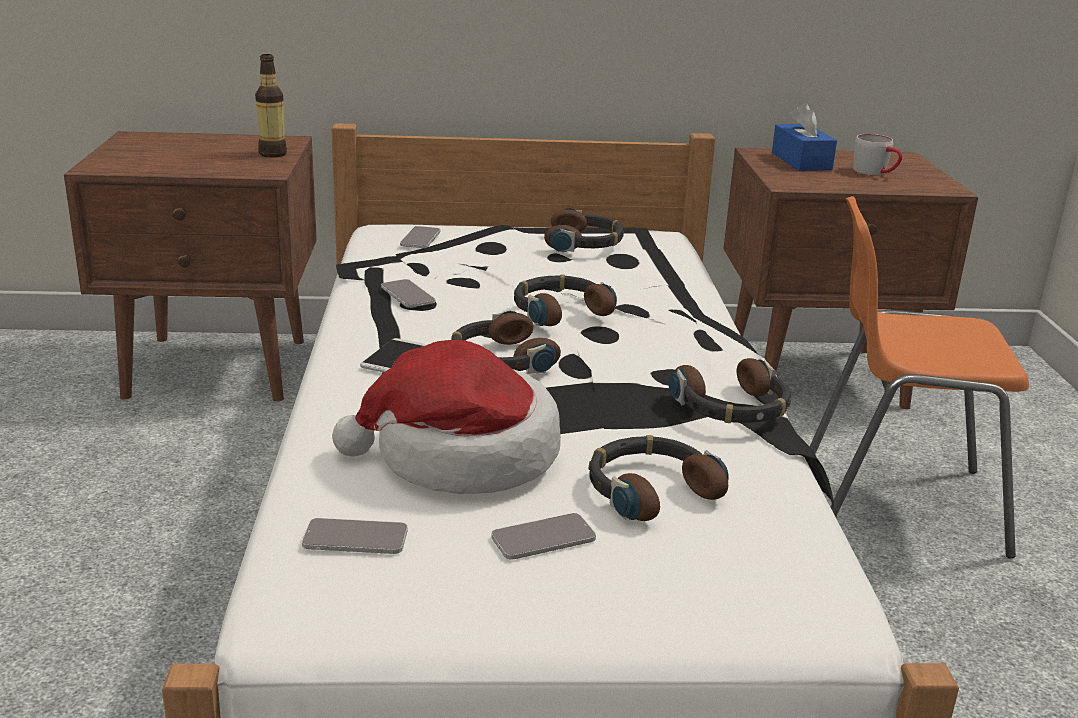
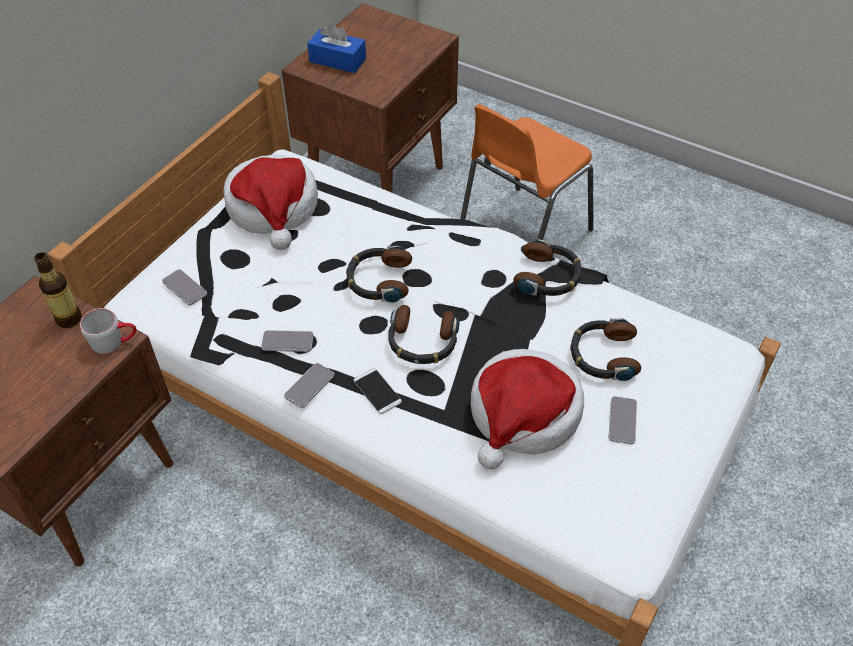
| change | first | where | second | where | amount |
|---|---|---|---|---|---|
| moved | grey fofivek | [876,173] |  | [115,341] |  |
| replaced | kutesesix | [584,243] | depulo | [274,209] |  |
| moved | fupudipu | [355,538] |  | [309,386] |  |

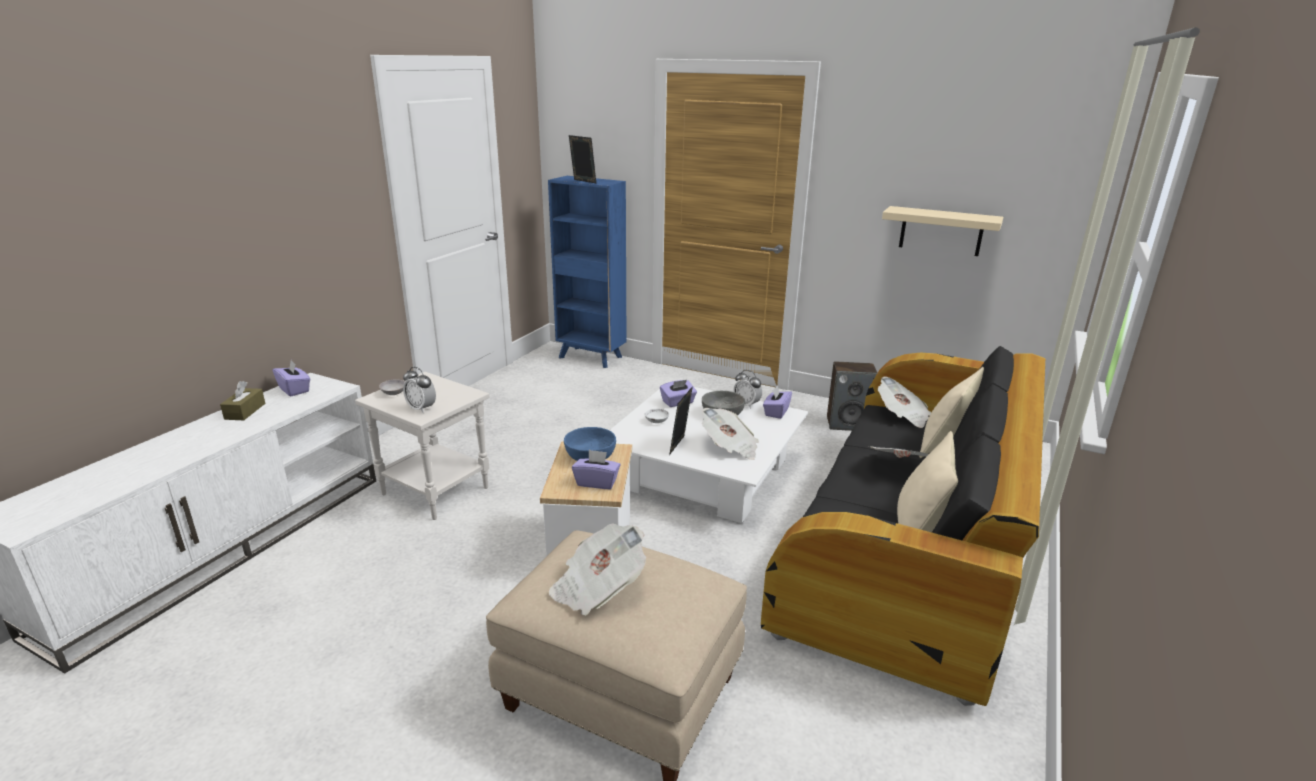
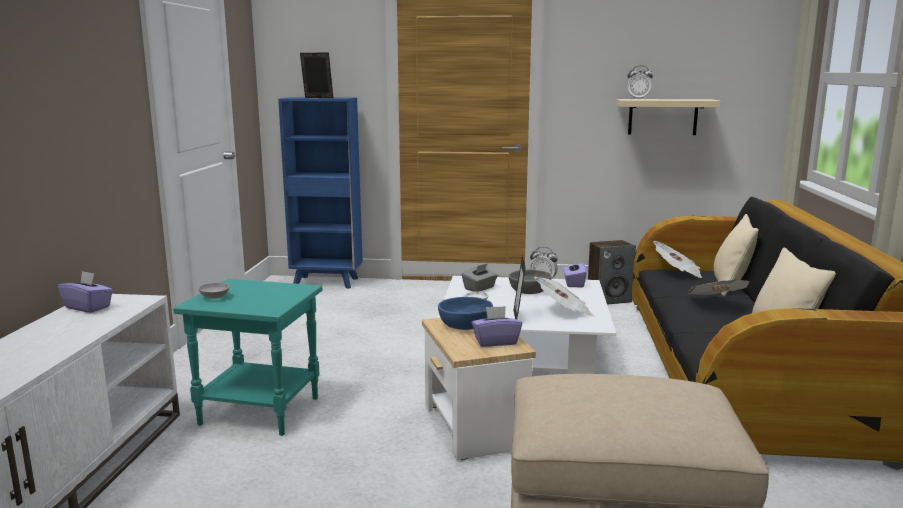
| change | first | where | second | where | amount |
|---|---|---|---|---|---|
| recoloured | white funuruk | [437,490] | turquoise funuruk | [262,410] |  |
| recoloured | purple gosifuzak | [678,402] | grey gosifuzak | [479,288] |  |
| moved | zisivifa | [421,408] |  | [638,99] |  |
| removed | brown gosifuzak | [245,411] |  |  |  |
| removed | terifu | [597,588] |  |  |  |

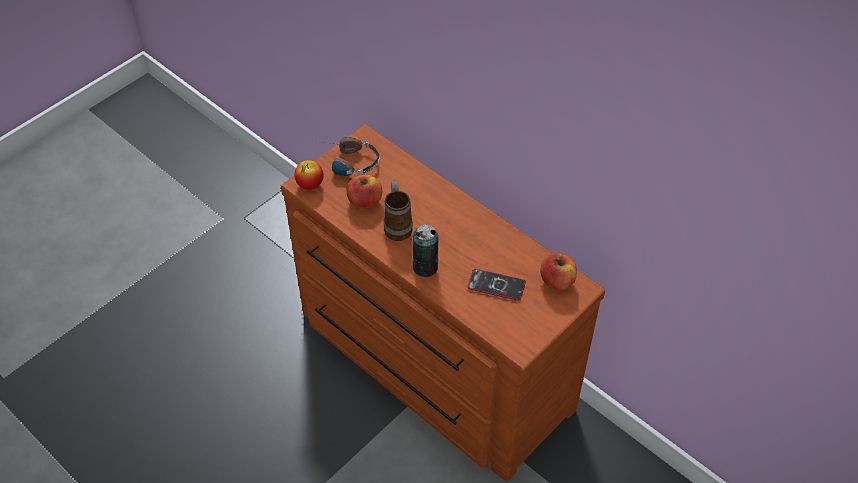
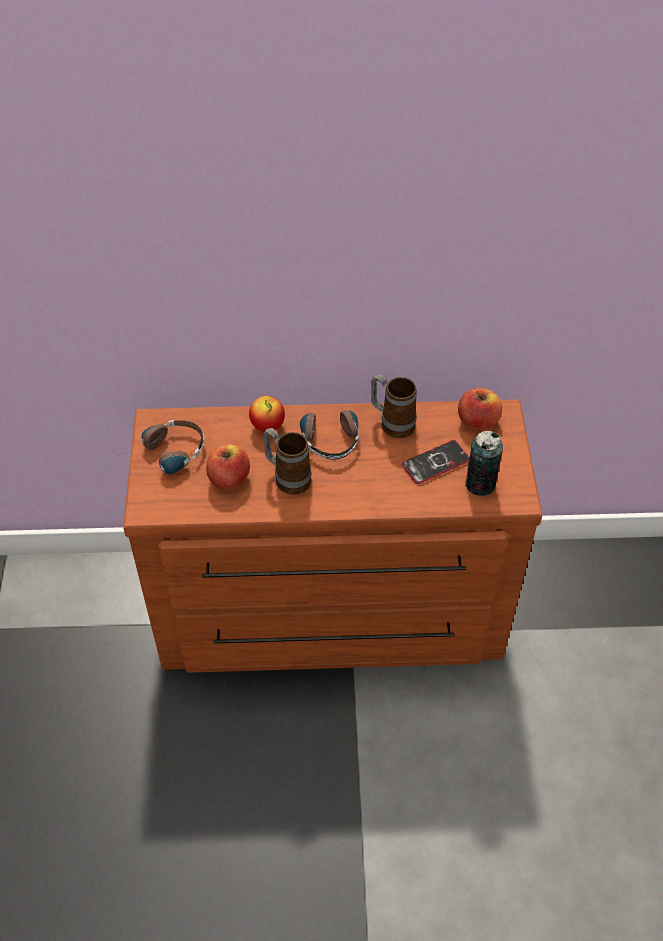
| change | first | where | second | where | amount |
|---|---|---|---|---|---|
| moved | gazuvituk | [310,185] |  | [267,426] |  |
| added |  |  | kutesesix | [329,433] |  |
| added |  |  | fofivek | [392,423] |  |
| moved | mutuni | [425,267] |  | [480,484] |  |

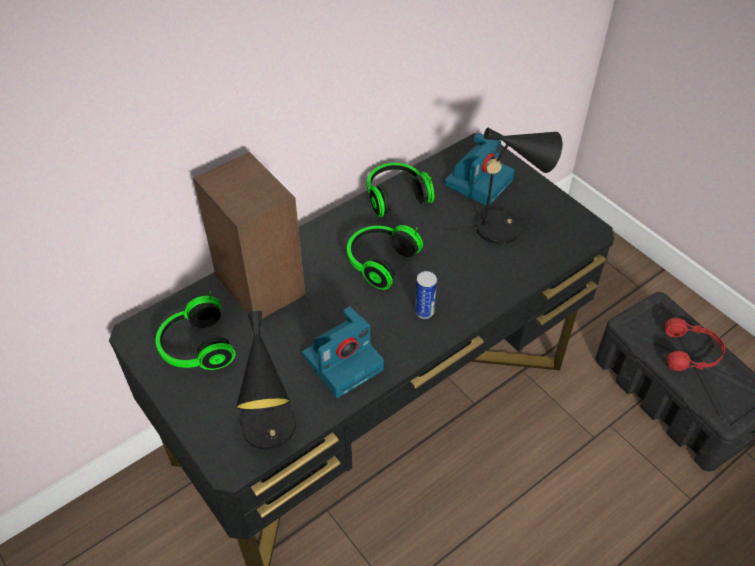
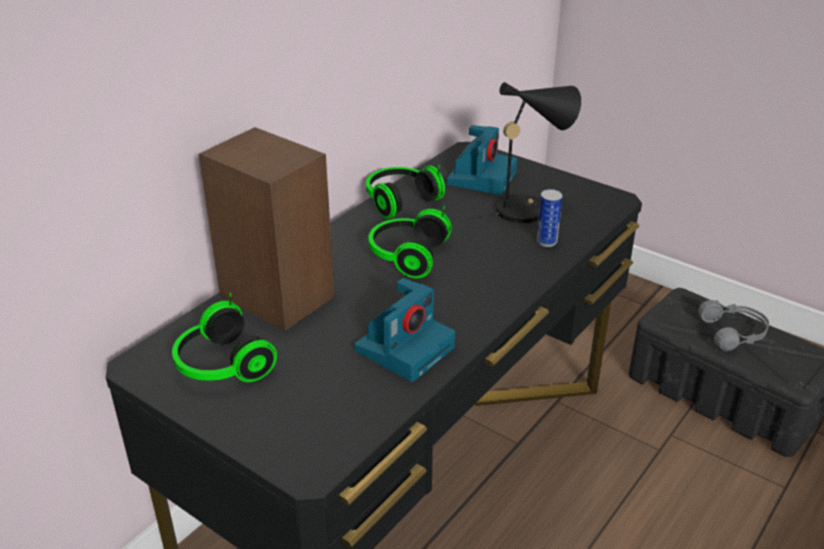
| change | first | where | second | where | amount |
|---|---|---|---|---|---|
| moved | mutuni | [424,311] |  | [546,242] |  |
| recoloured | red kutesesix | [691,352] | grey kutesesix | [734,333] |  |
| removed | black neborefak | [271,433] |  |  |  |

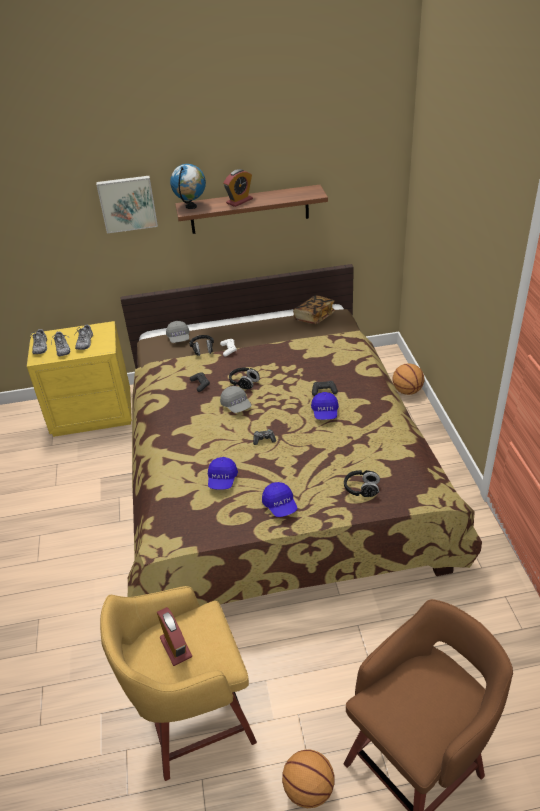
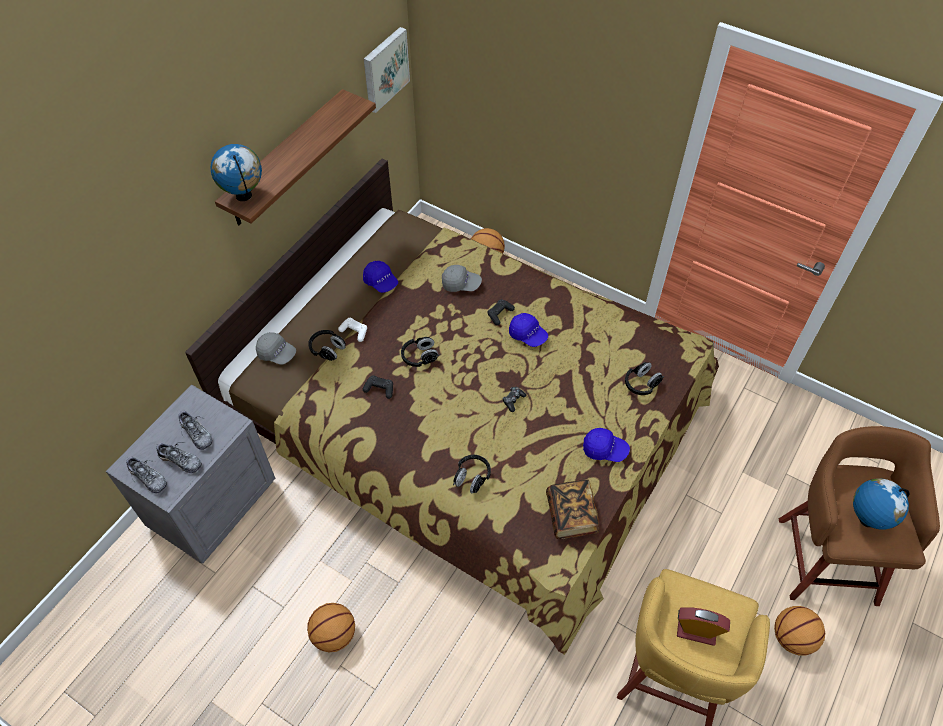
| change | first | where | second | where | amount |
|---|---|---|---|---|---|
| recoloured | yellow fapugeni | [92,413] | grey fapugeni | [211,503] |  |
| added |  |  | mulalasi | [334,634] |  |
| moved | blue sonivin | [222,480] |  | [381,282] |  |
| moved | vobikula | [127,203] |  | [384,69] |  |
| moved | grey sonivin | [236,405] |  | [461,284] |  |
| added |  |  | black kutesesix | [472,477] |  |
| moved | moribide | [314,317] |  | [571,515] |  |
| added |  |  | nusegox | [866,519] |  |
| removed | zisivifa | [239,201] |  |  |  |

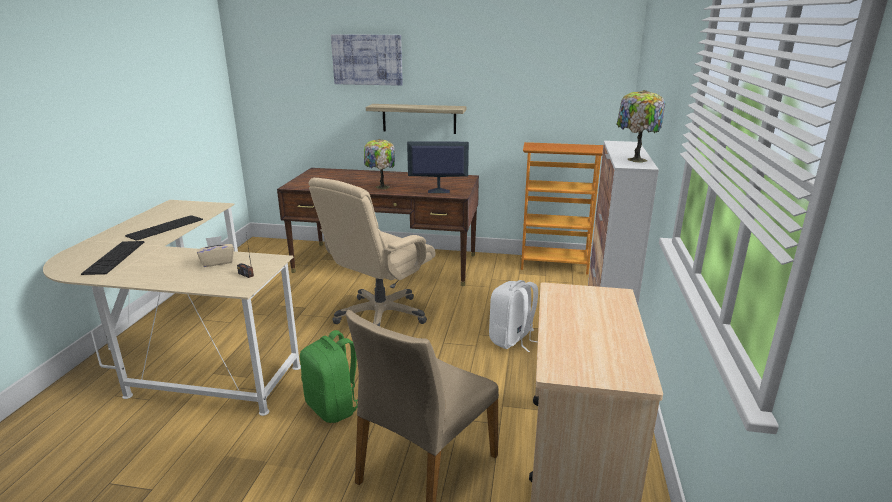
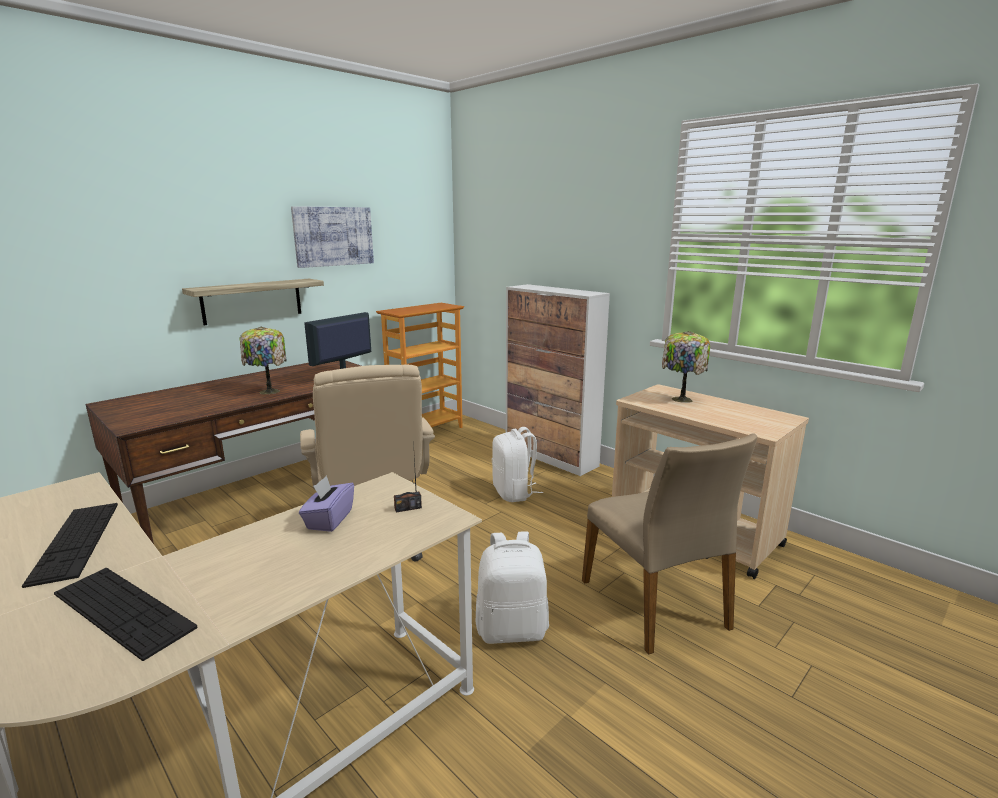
| change | first | where | second | where | amount |
|---|---|---|---|---|---|
| moved | vobikula | [367,59] |  | [333,236] |  |
| recoloured | beige gosifuzak | [217,262] | purple gosifuzak | [329,520] |  |
| recoloured | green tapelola | [334,407] | white tapelola | [512,629] |  |
| moved | neborefak | [635,159] |  | [680,399] |  |

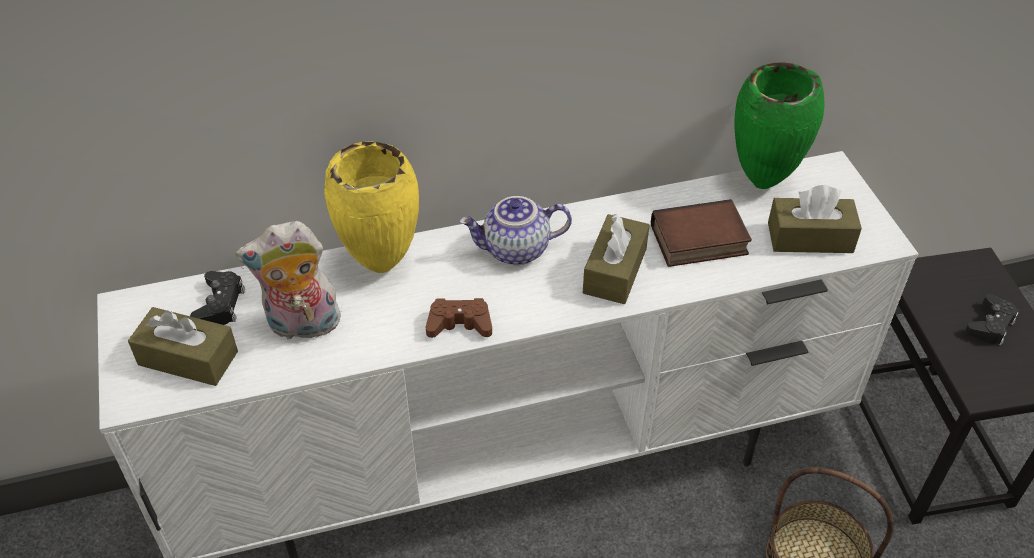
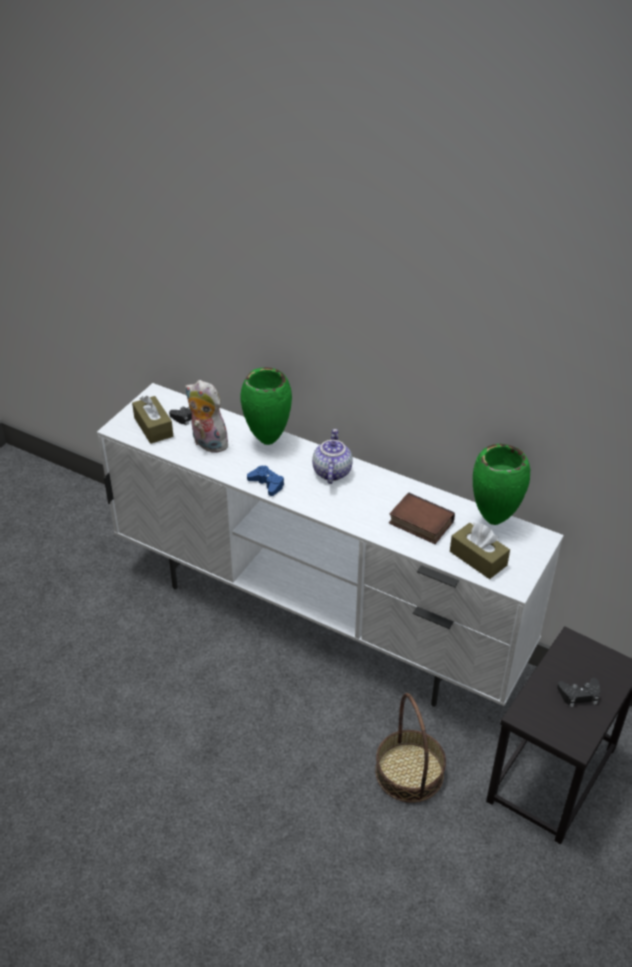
| change | first | where | second | where | amount |
|---|---|---|---|---|---|
| recoloured | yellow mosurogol | [380,267] | green mosurogol | [266,441] |  |
| recoloured | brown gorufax | [459,324] | blue gorufax | [267,484] |  |
| turned | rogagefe | [515,250] |  | [331,472] | 60 degrees clockwise |
| removed | brown gosifuzak | [615,271] |  |  |  |

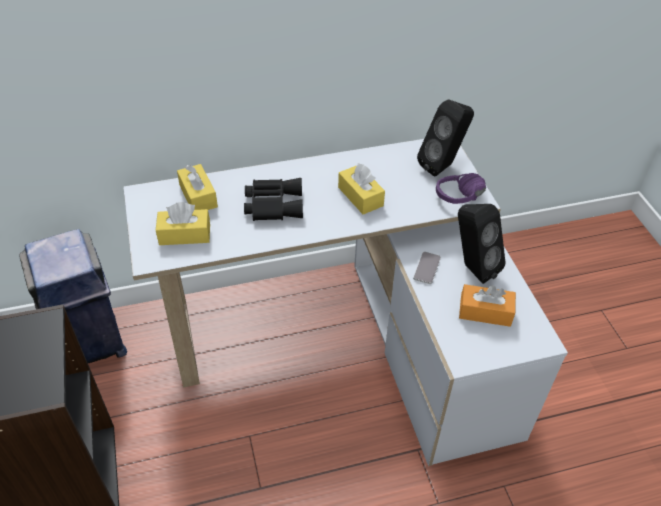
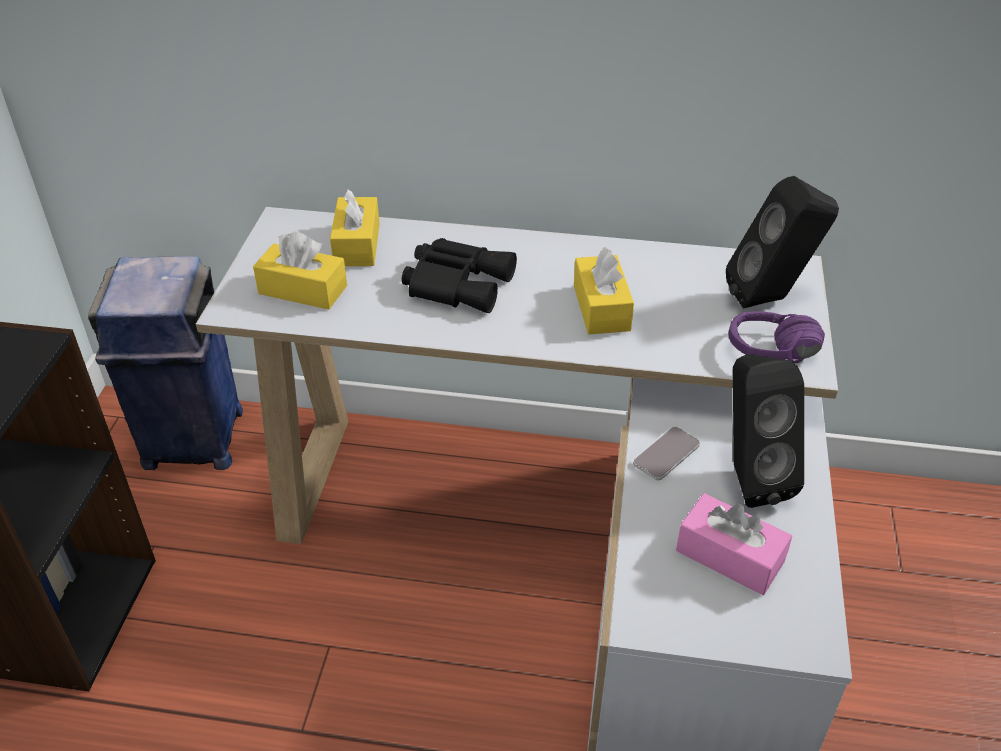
| change | first | where | second | where | amount |
|---|---|---|---|---|---|
| recoloured | orange gosifuzak | [485,312] | pink gosifuzak | [729,556] |  |

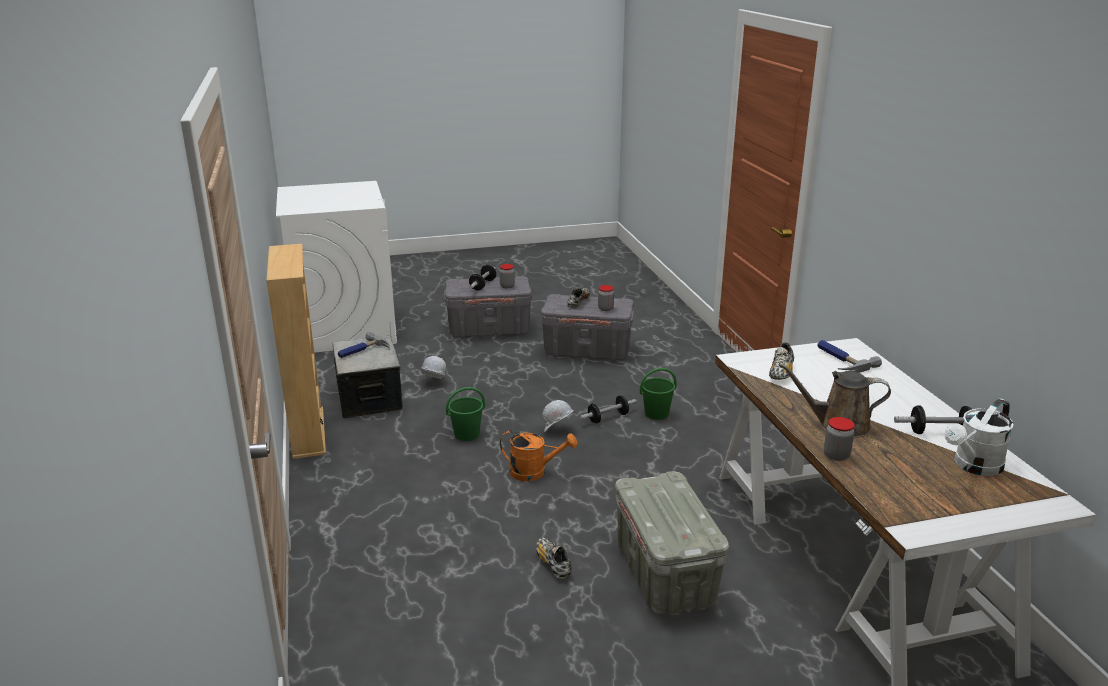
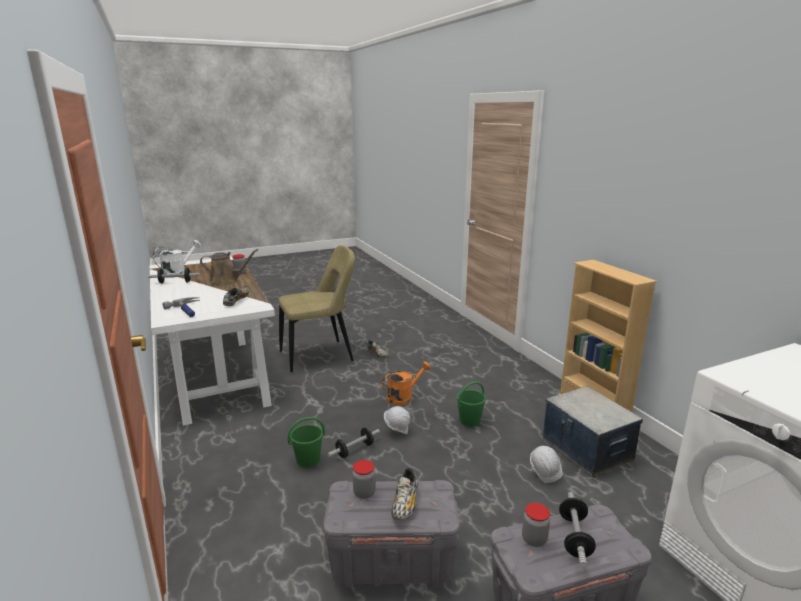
| change | first | where | second | where | amount |
|---|---|---|---|---|---|
| replaced | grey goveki | [664,573] | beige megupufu | [320,355] |  |
| turned | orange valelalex | [534,472] |  | [403,397] | 150 degrees clockwise |
| removed | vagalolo | [362,351] |  |  |  |

